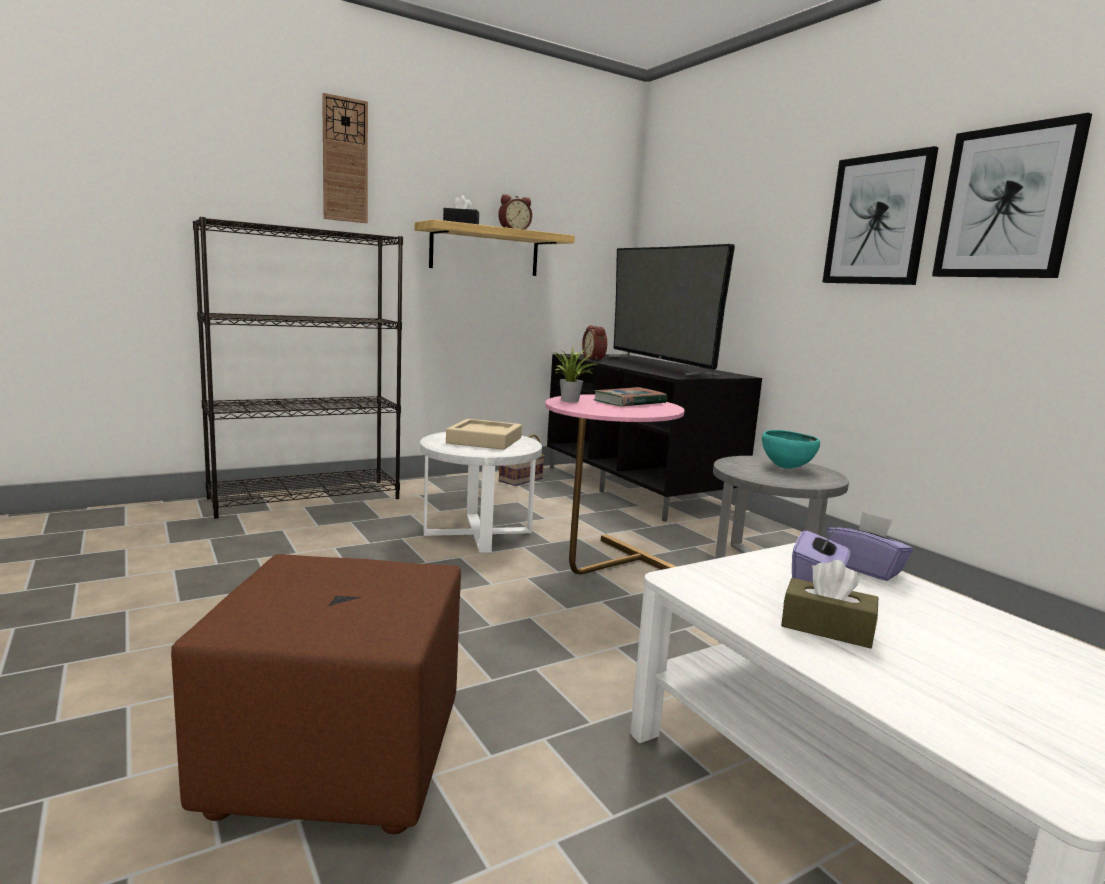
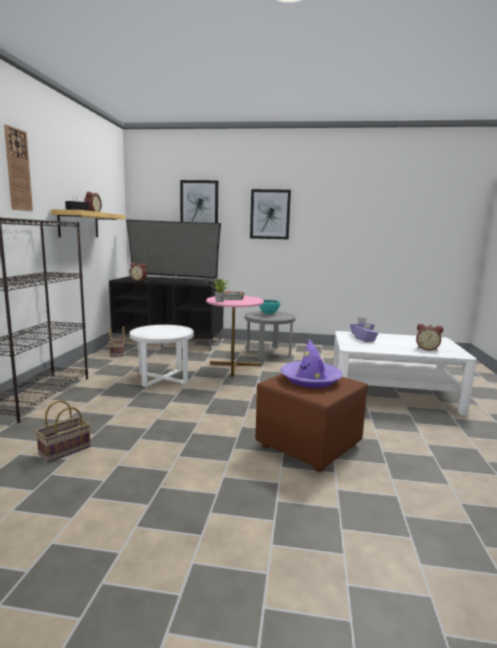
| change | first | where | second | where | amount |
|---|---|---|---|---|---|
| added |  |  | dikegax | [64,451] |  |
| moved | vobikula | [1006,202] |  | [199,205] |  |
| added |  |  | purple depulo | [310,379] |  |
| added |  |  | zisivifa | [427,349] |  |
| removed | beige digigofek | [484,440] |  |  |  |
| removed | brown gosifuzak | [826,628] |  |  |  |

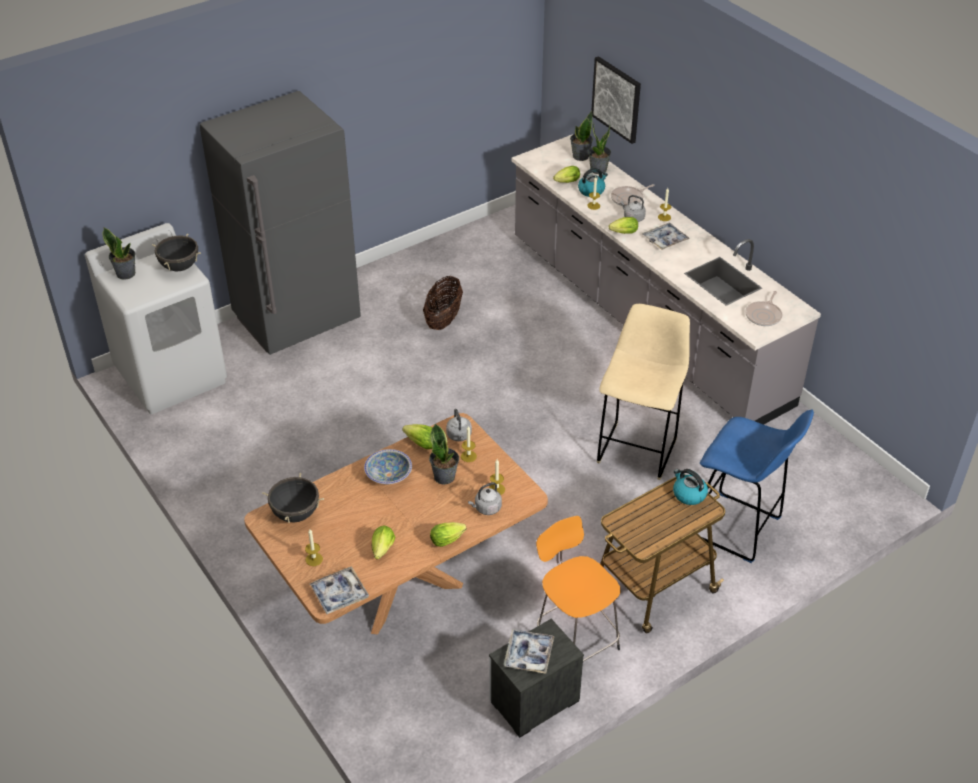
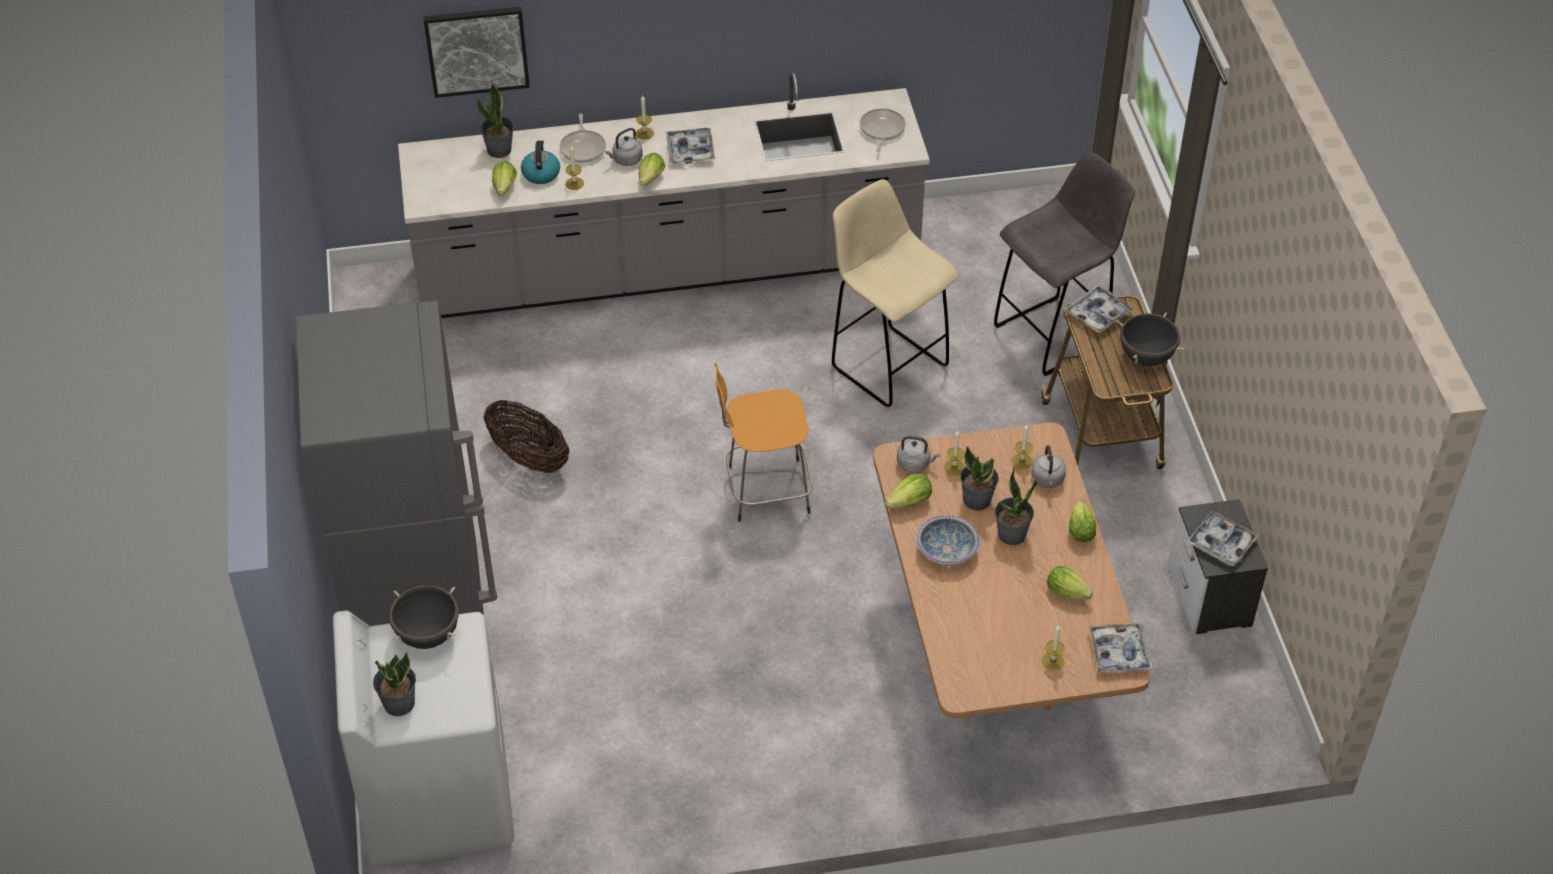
| change | first | where | second | where | amount |
|---|---|---|---|---|---|
| moved | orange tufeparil | [575,640] |  | [765,490] |  |
| turned | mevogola | [764,315] |  | [881,130] | 135 degrees counterclockwise |
| recoloured | blue tufeparil | [738,529] | grey tufeparil | [1054,335] |  |
| moved | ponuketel | [580,156] |  | [1011,535] |  |
| replaced | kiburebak | [688,494] | digigofek | [1098,314] |  |
| moved | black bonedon | [295,514] |  | [1146,357] |  |

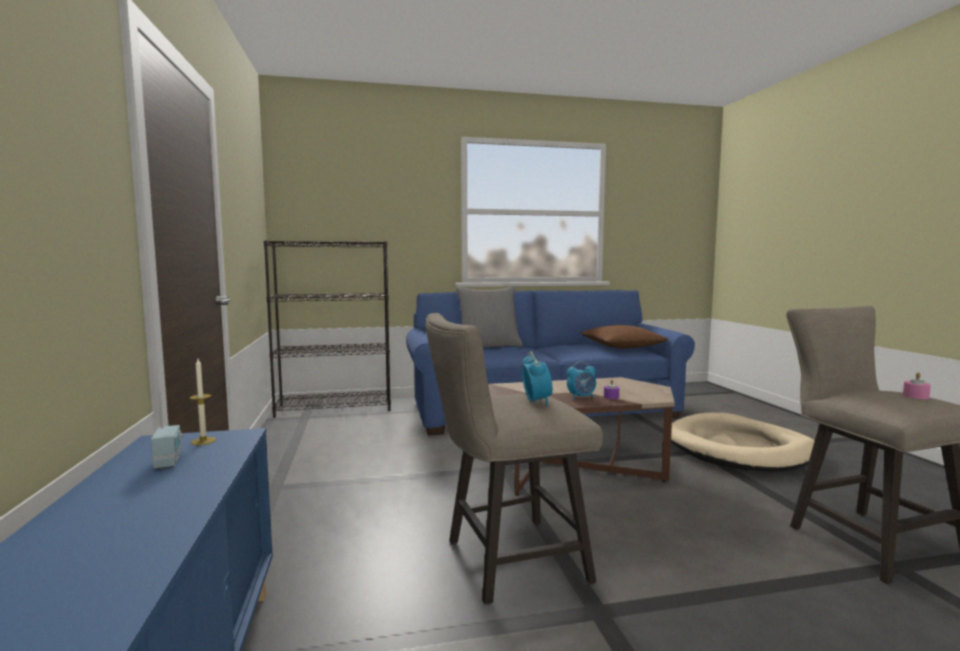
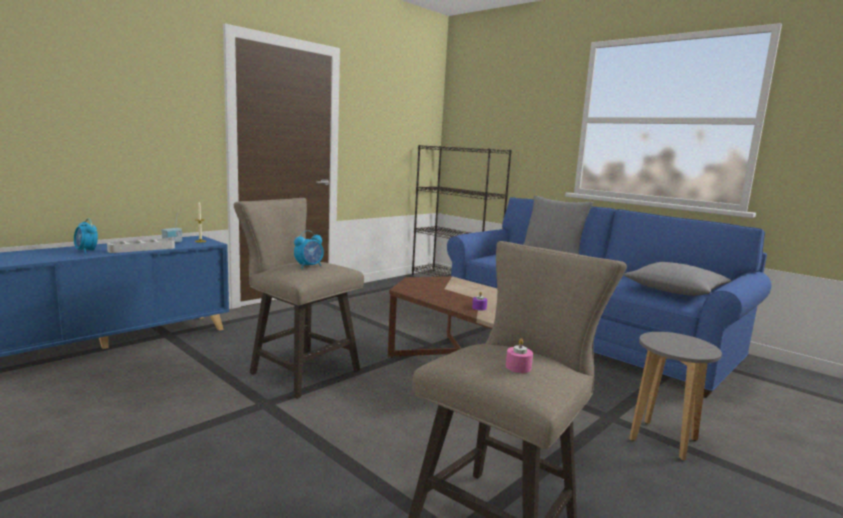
| change | first | where | second | where | amount |
|---|---|---|---|---|---|
| moved | zisivifa | [581,397] |  | [86,251] |  |
| added |  |  | grey digigofek | [142,249] |  |
| recoloured | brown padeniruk | [622,347] | grey padeniruk | [675,291] |  |
| replaced | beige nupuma | [739,449] | grey tufeparil | [663,440] |  |

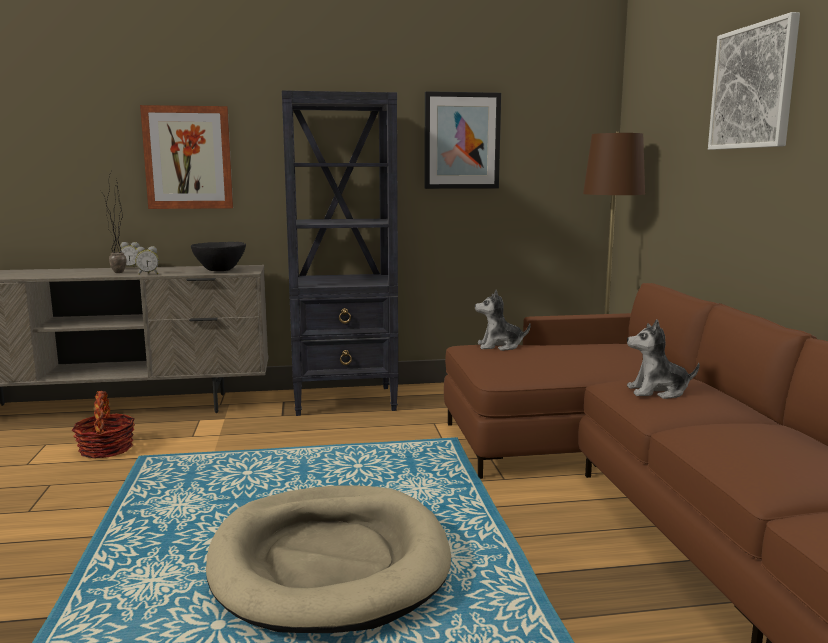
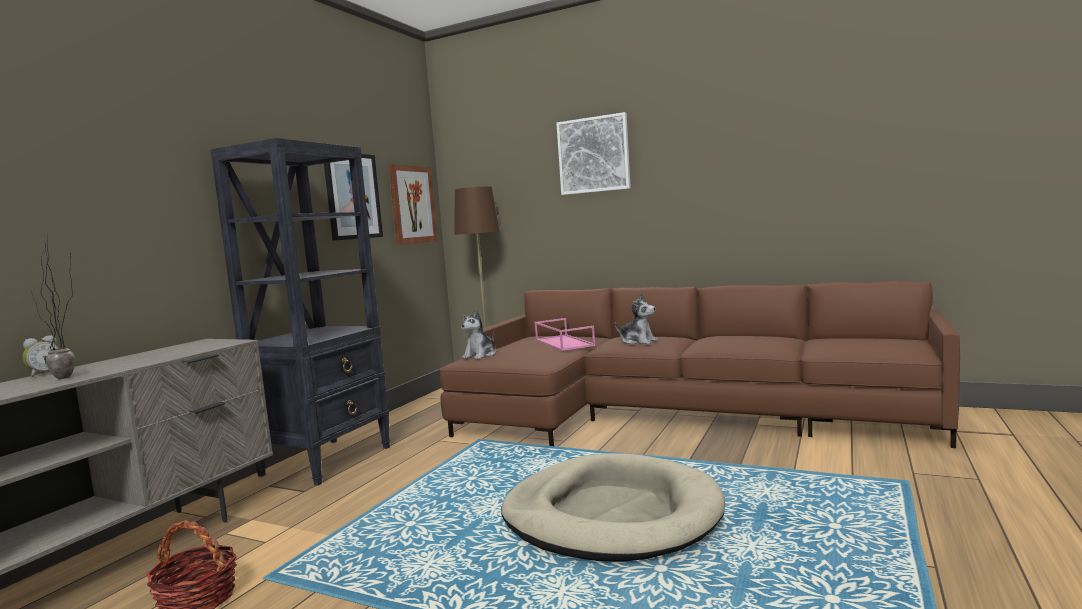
| change | first | where | second | where | amount |
|---|---|---|---|---|---|
| moved | vobikula | [188,158] |  | [412,205] |  |
| added |  |  | pink digigofek | [563,343] |  |
| turned | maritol | [657,392] |  | [638,341] | 90 degrees counterclockwise |
| removed | zisivifa | [148,274] |  |  |  |
| removed | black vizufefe | [220,271] |  |  |  |

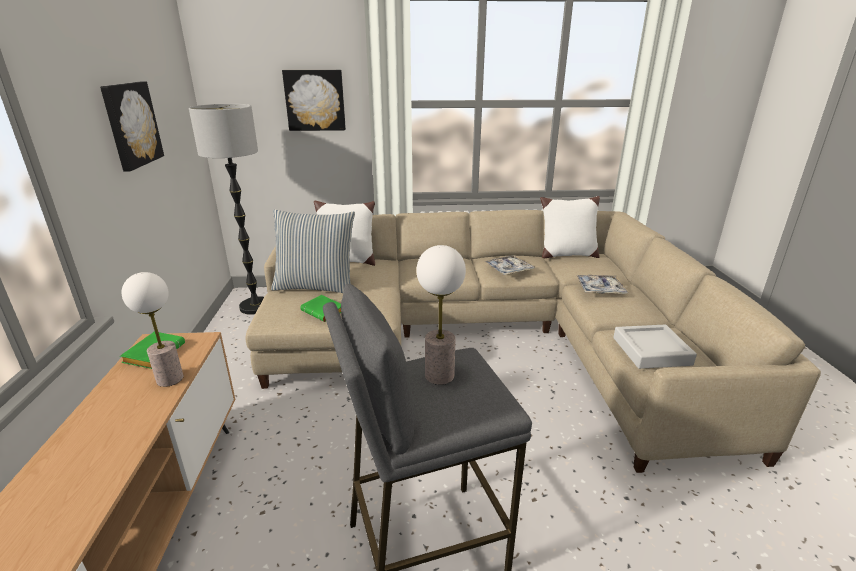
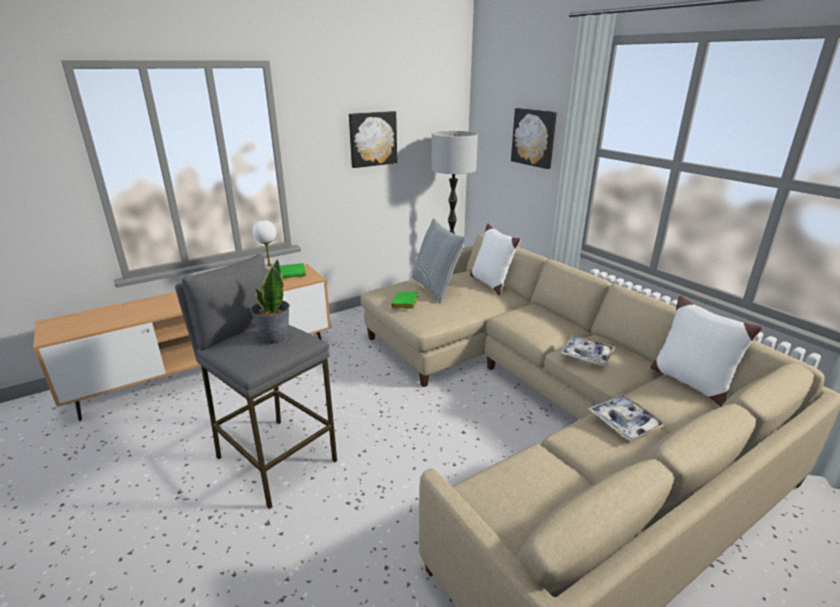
| change | first | where | second | where | amount |
|---|---|---|---|---|---|
| replaced | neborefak | [439,375] | ponuketel | [274,337] |  |
| removed | grey digigofek | [651,351] |  |  |  |

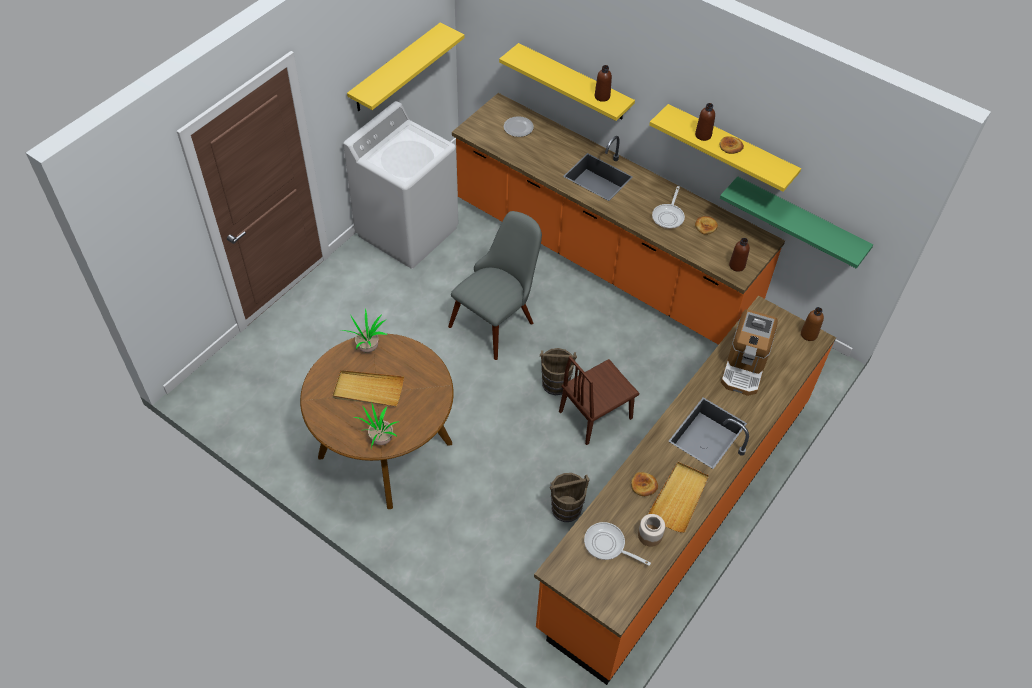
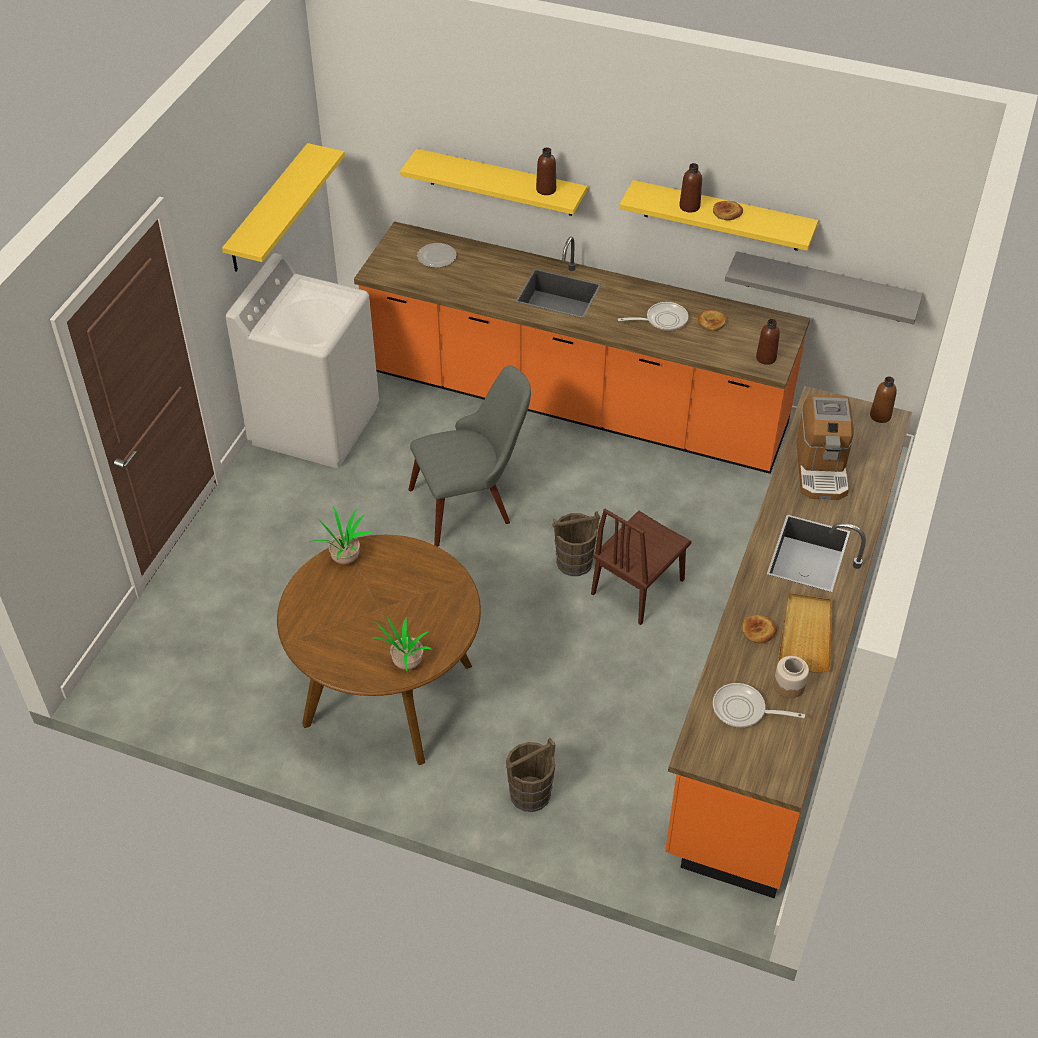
| change | first | where | second | where | amount |
|---|---|---|---|---|---|
| turned | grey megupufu | [498,318] |  | [472,502] | 45 degrees clockwise |
| moved | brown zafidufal | [566,508] |  | [529,794] |  |
| turned | mevogola | [668,216] |  | [662,320] | 105 degrees counterclockwise |
| recoloured | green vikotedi | [800,220] | grey vikotedi | [825,287] |  |
| removed | beige digigofek | [368,390] |  |  |  |

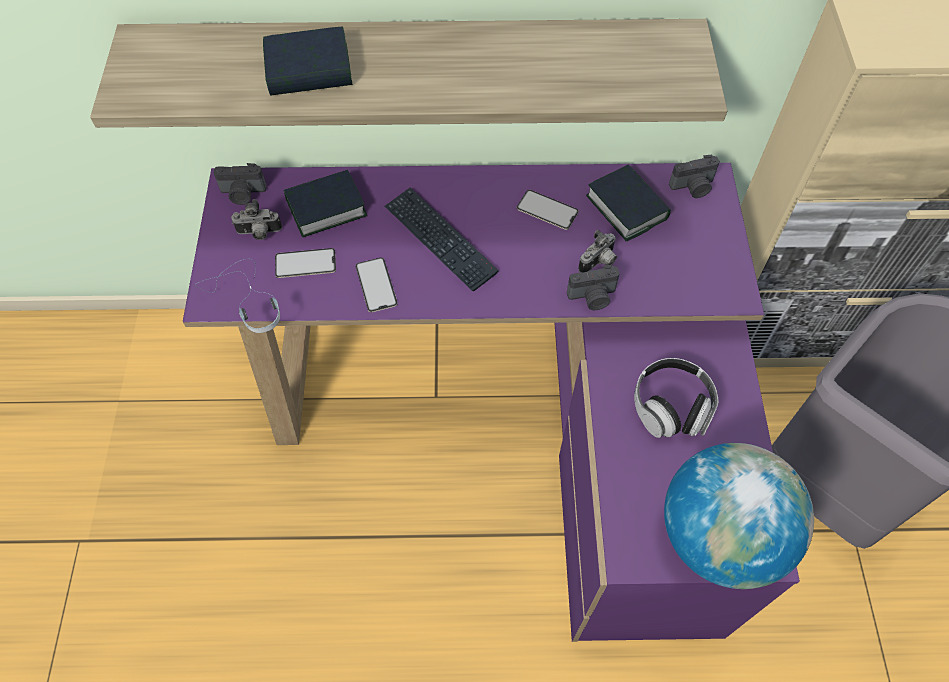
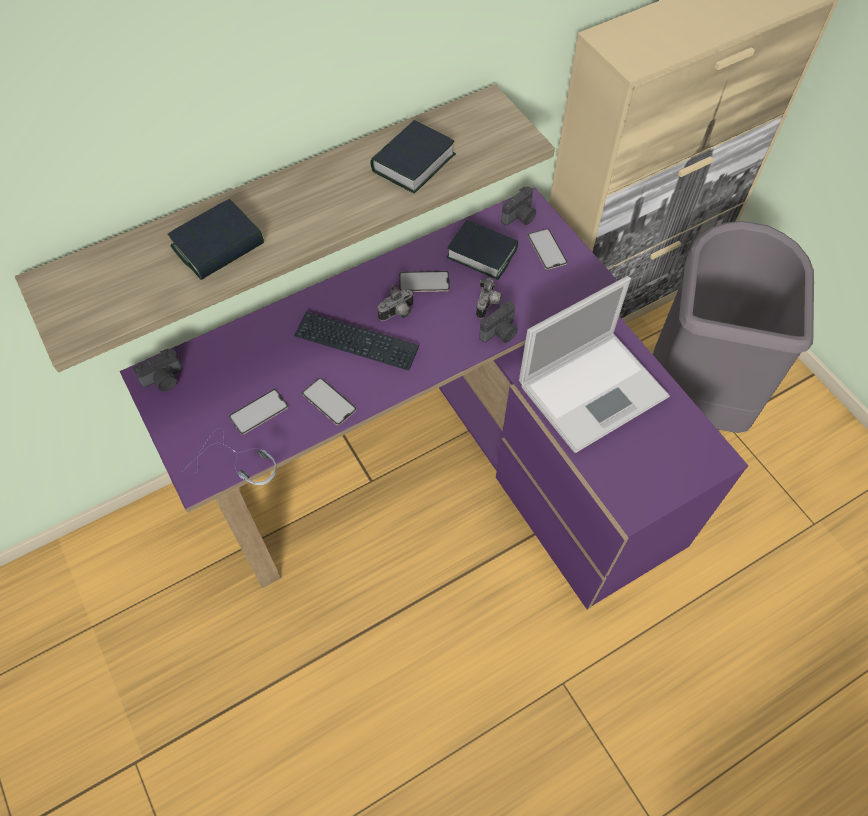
| change | first | where | second | where | amount |
|---|---|---|---|---|---|
| moved | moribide | [326,208] |  | [413,163] |  |
| moved | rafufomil | [259,233] |  | [398,314] |  |
| replaced | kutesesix | [671,407] | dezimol | [594,389] |  |
| added |  |  | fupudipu | [547,249] |  |
| removed | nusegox | [719,536] |  |  |  |

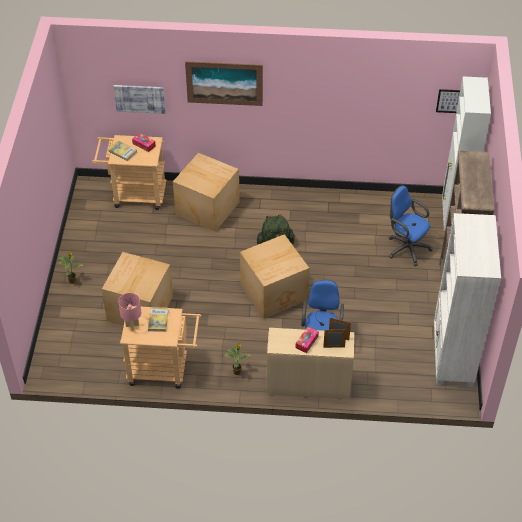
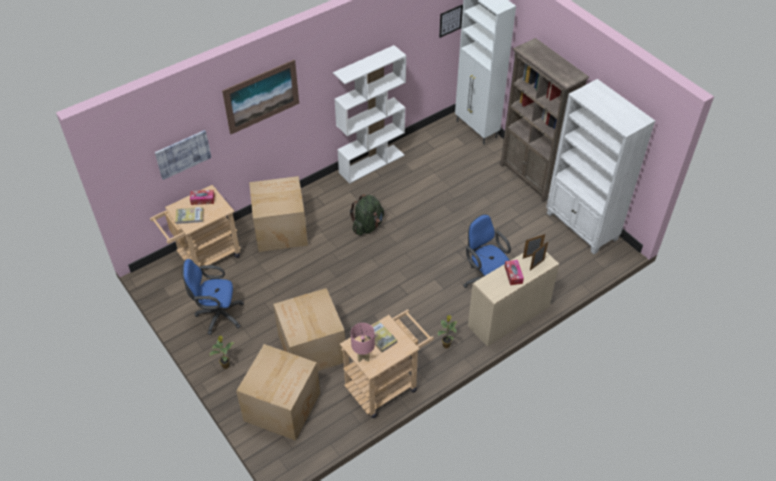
| change | first | where | second | where | amount |
|---|---|---|---|---|---|
| moved | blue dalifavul | [406,247] |  | [217,315] |  |
| moved | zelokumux | [275,292] |  | [283,406] |  |
| added |  |  | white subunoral | [371,163] |  |

